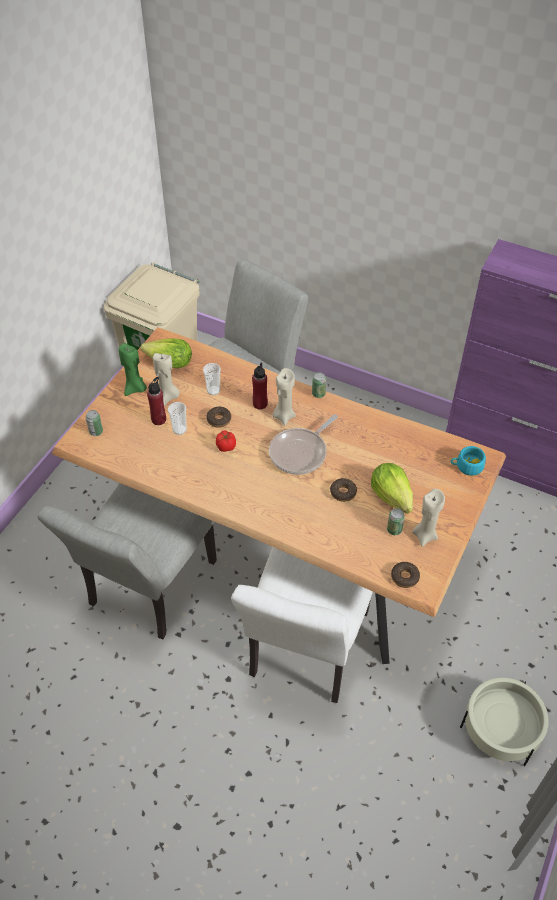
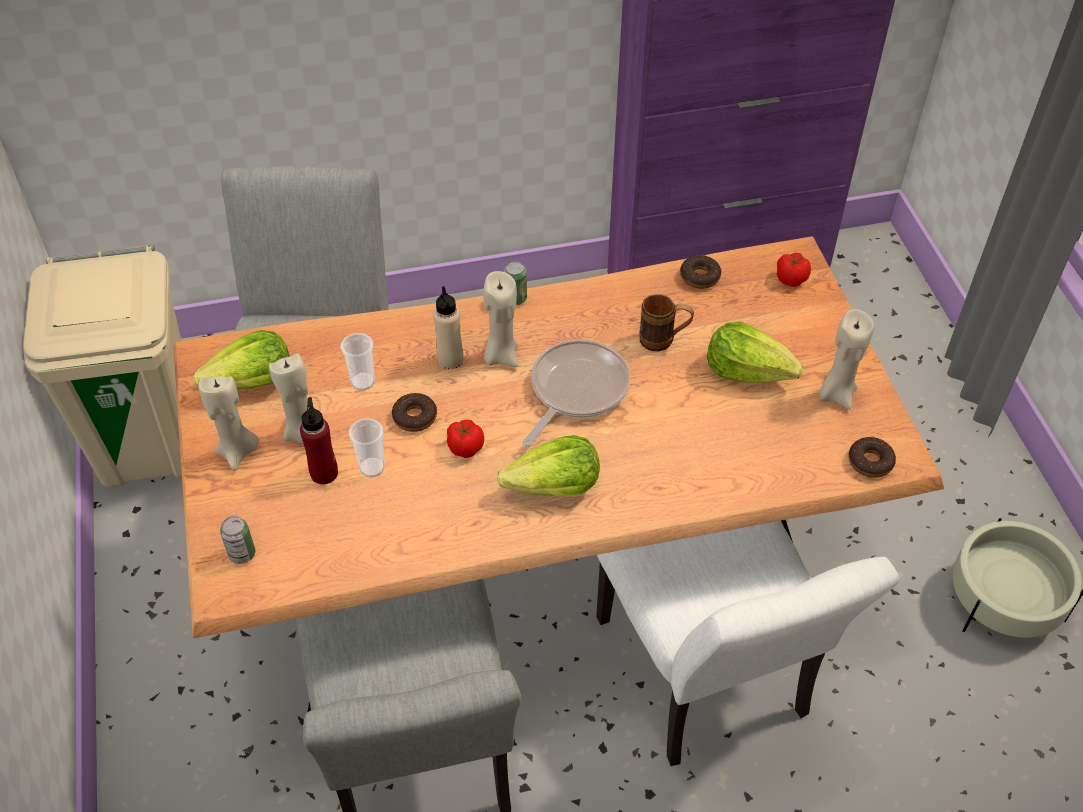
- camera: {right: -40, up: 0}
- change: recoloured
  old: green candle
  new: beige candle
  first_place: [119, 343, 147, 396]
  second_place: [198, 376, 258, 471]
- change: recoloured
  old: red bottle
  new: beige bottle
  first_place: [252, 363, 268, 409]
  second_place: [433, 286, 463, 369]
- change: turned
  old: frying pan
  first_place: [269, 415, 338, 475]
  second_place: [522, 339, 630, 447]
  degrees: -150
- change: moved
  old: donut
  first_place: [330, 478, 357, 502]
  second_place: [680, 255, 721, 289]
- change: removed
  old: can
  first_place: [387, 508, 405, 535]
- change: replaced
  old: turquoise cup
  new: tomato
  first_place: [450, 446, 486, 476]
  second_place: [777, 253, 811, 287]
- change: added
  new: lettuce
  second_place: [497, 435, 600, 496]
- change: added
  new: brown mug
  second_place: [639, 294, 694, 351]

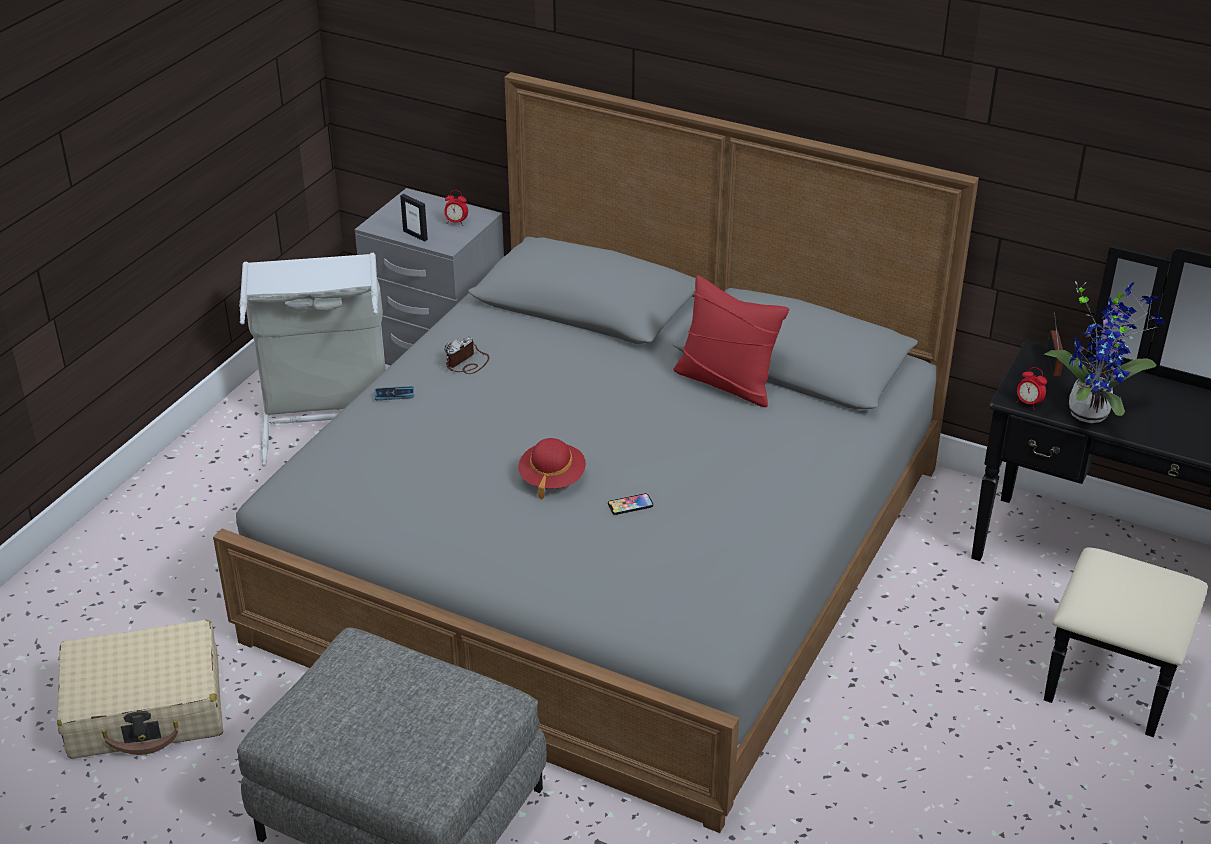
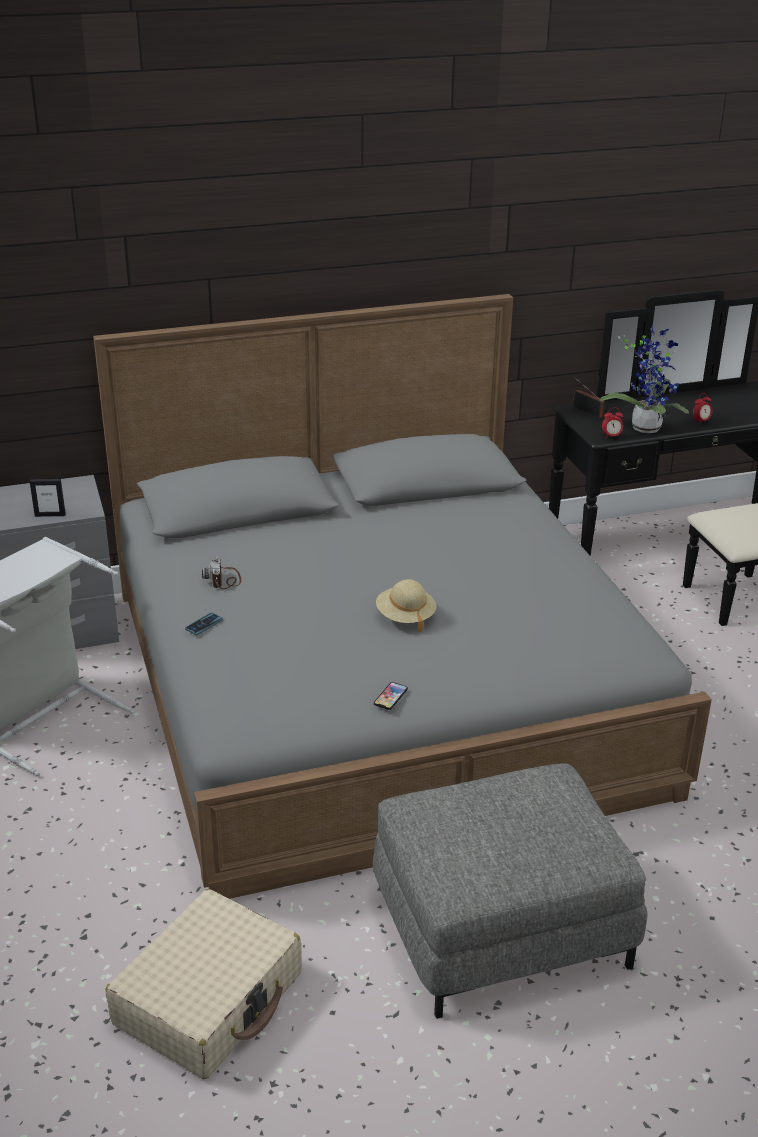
- camera: {right: -45, up: -5}
- change: moved
  old: alarm clock
  first_place: [444, 190, 468, 226]
  second_place: [693, 393, 712, 425]
- change: recoloured
  old: red hat
  new: beige hat
  first_place: [518, 438, 586, 500]
  second_place: [376, 579, 436, 632]
- change: moved
  old: phone
  first_place: [608, 493, 653, 515]
  second_place: [374, 682, 408, 710]
- change: removed
  old: red pillow
  first_place: [673, 275, 789, 407]

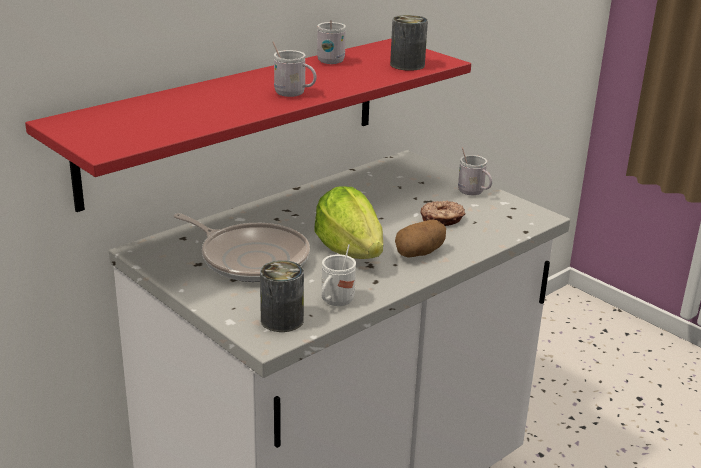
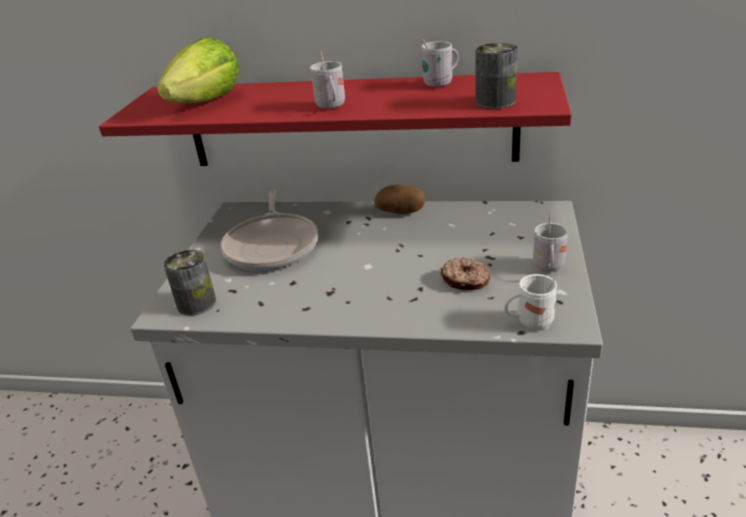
- camera: {right: 55, up: 5}
- change: moved
  old: lettuce
  first_place: [314, 186, 383, 259]
  second_place: [157, 37, 239, 103]
- change: moved
  old: white mug
  first_place: [321, 244, 356, 306]
  second_place: [504, 270, 560, 330]
- change: moved
  old: potato
  first_place: [395, 220, 446, 258]
  second_place: [374, 185, 425, 214]

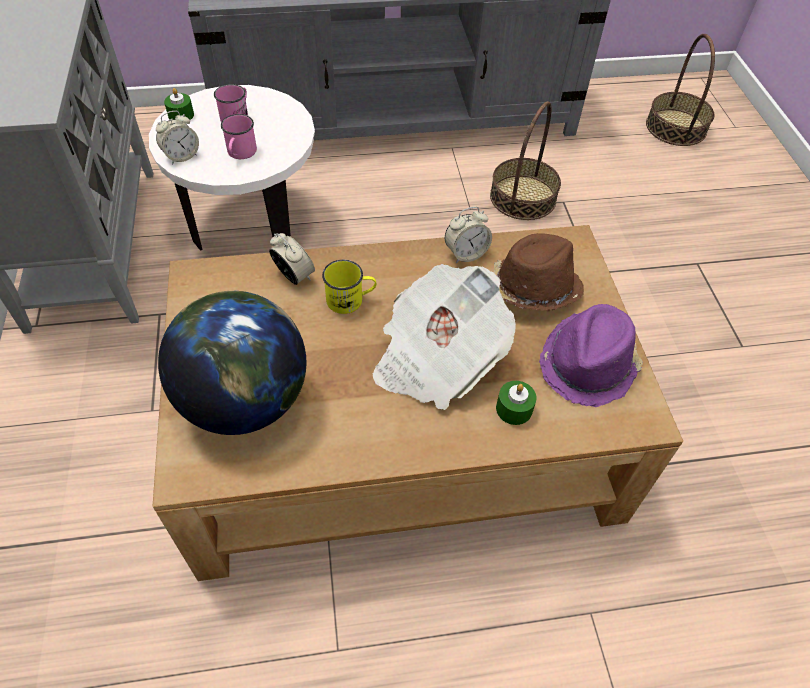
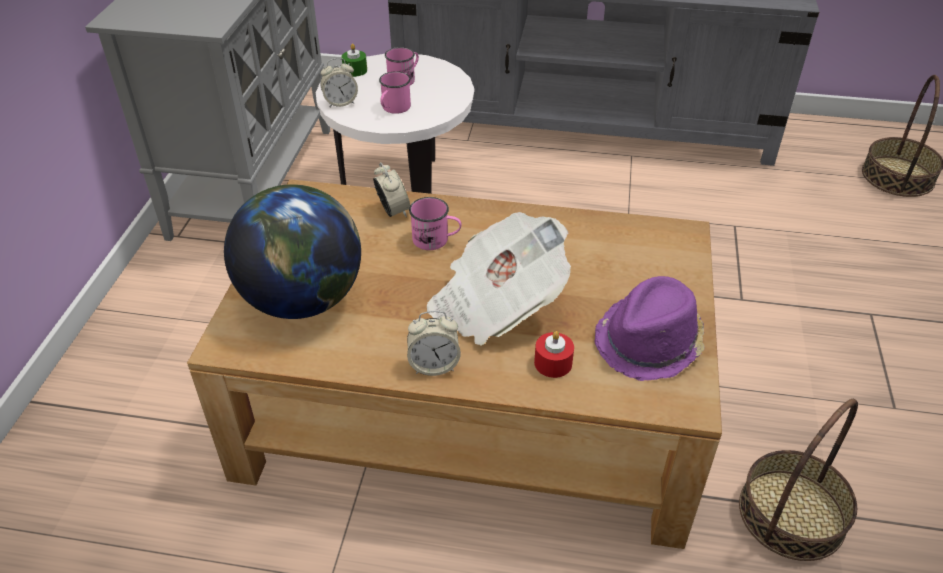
- camera: {right: 20, up: -10}
- change: recoloured
  old: yellow mug
  new: pink mug
  first_place: [322, 260, 376, 314]
  second_place: [409, 197, 462, 250]
- change: moved
  old: alarm clock
  first_place: [445, 207, 492, 263]
  second_place: [407, 311, 461, 376]
- change: moved
  old: basket
  first_place: [490, 101, 561, 220]
  second_place: [739, 399, 858, 561]
- change: removed
  old: brown hat
  first_place: [494, 233, 584, 312]
- change: recoloured
  old: green candle
  new: red candle
  first_place: [496, 381, 537, 425]
  second_place: [534, 331, 574, 378]

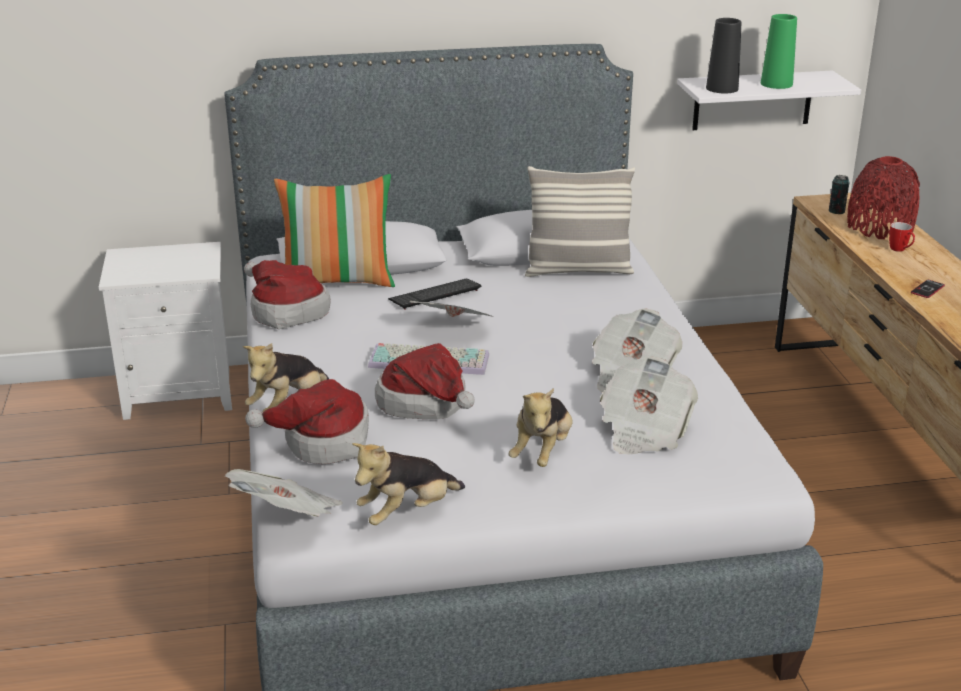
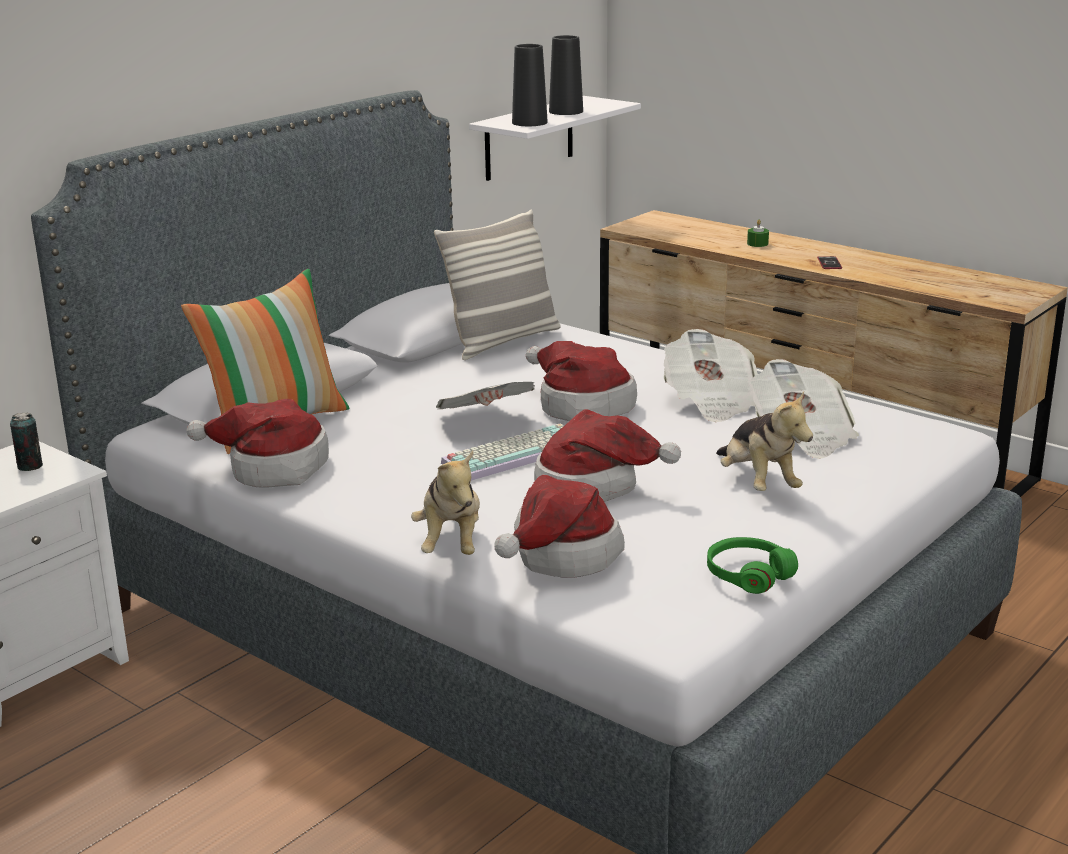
- camera: {right: -40, up: -5}
- change: removed
  old: newspaper
  first_place: [225, 469, 343, 517]
- change: replaced
  old: plush toy
  new: green headphones
  first_place: [352, 443, 465, 525]
  second_place: [707, 537, 798, 594]
- change: removed
  old: keyboard
  first_place: [388, 279, 481, 310]
- change: recoloured
  old: green vase
  new: black vase
  first_place: [761, 14, 797, 89]
  second_place: [549, 35, 583, 115]
- change: moved
  old: can
  first_place: [829, 175, 849, 214]
  second_place: [10, 412, 43, 471]
- change: removed
  old: red vase
  first_place: [847, 156, 920, 239]
- change: replaced
  old: mug
  new: green candle
  first_place: [889, 222, 915, 252]
  second_place: [747, 219, 769, 247]
- change: added
  new: hat
  second_place: [526, 341, 637, 421]

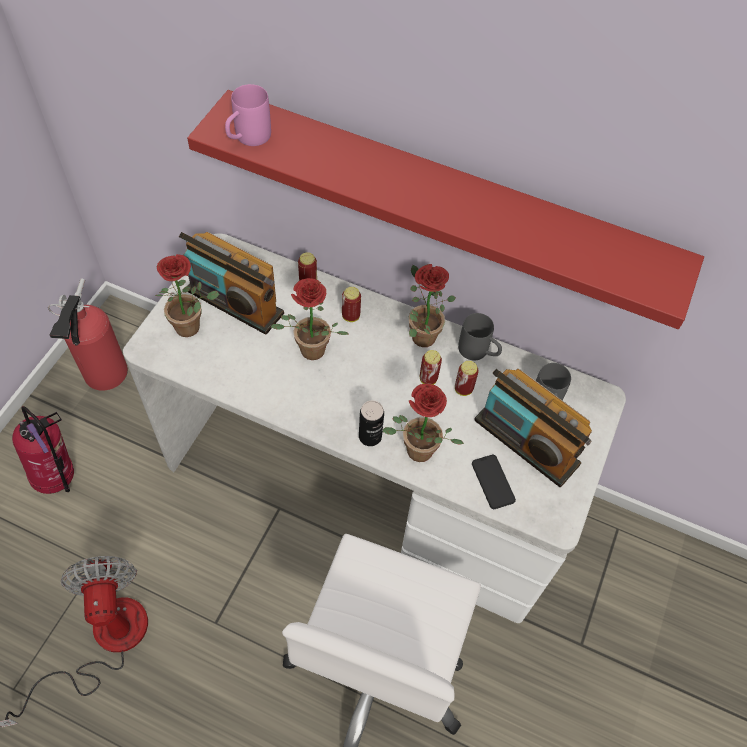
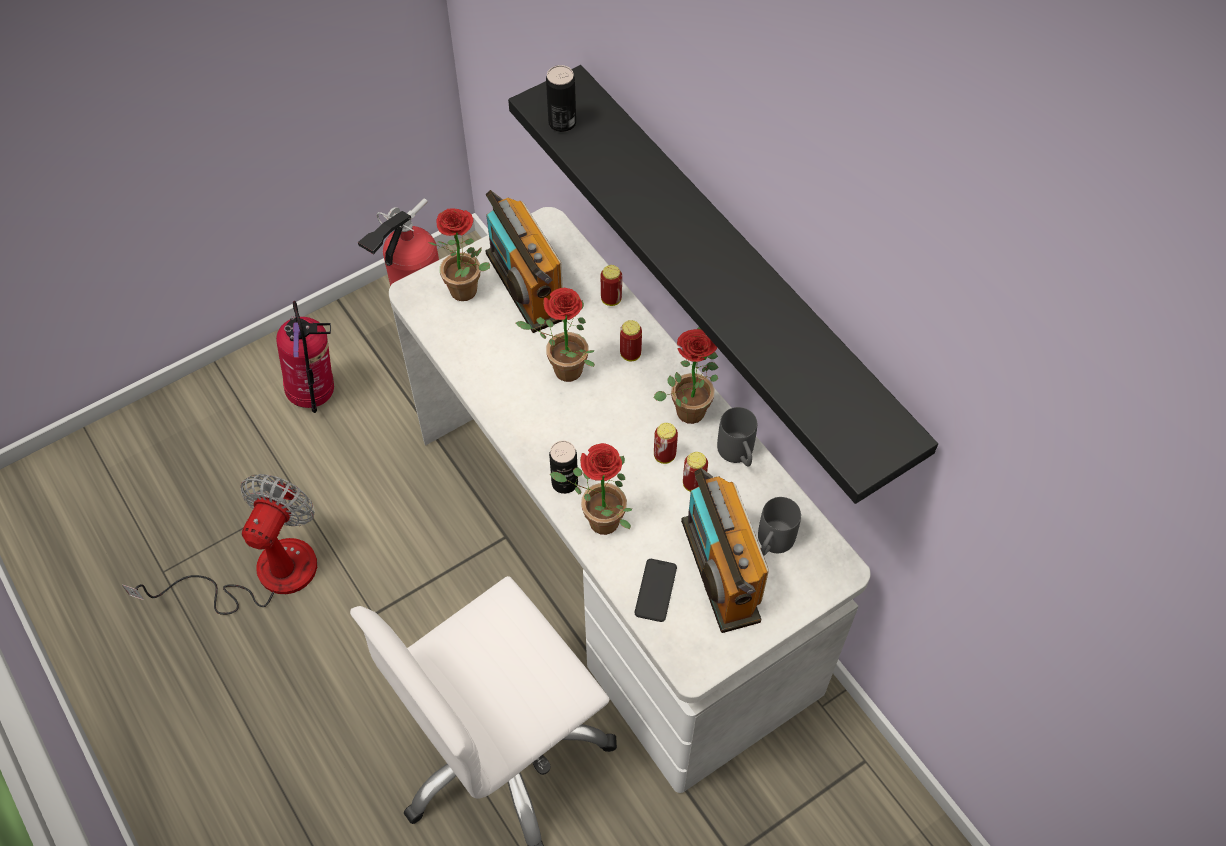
- camera: {right: 35, up: 0}
- change: recoloured
  old: red shelf
  new: black shelf
  first_place: [187, 90, 704, 329]
  second_place: [508, 65, 938, 504]
- change: replaced
  old: pink mug
  new: can
  first_place: [225, 84, 271, 146]
  second_place: [546, 65, 576, 132]

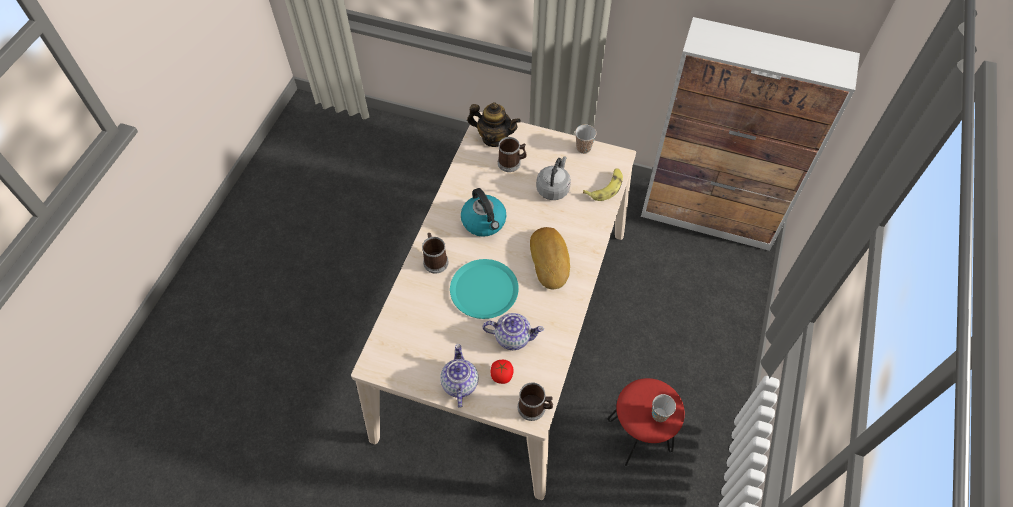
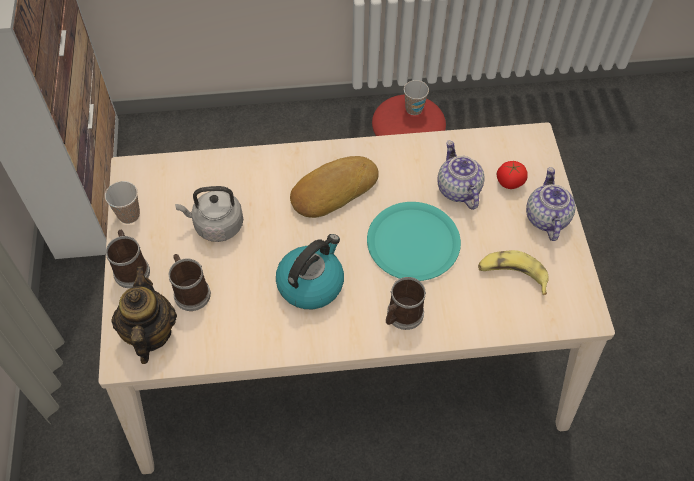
- camera: {right: -115, up: 0}
- change: turned
  old: teapot
  first_place: [440, 344, 478, 408]
  second_place: [526, 167, 576, 241]
  degrees: 120
- change: moved
  old: mug
  first_place: [518, 382, 553, 421]
  second_place: [106, 230, 150, 288]
- change: moved
  old: banana
  first_place: [583, 168, 623, 201]
  second_place: [478, 250, 549, 295]

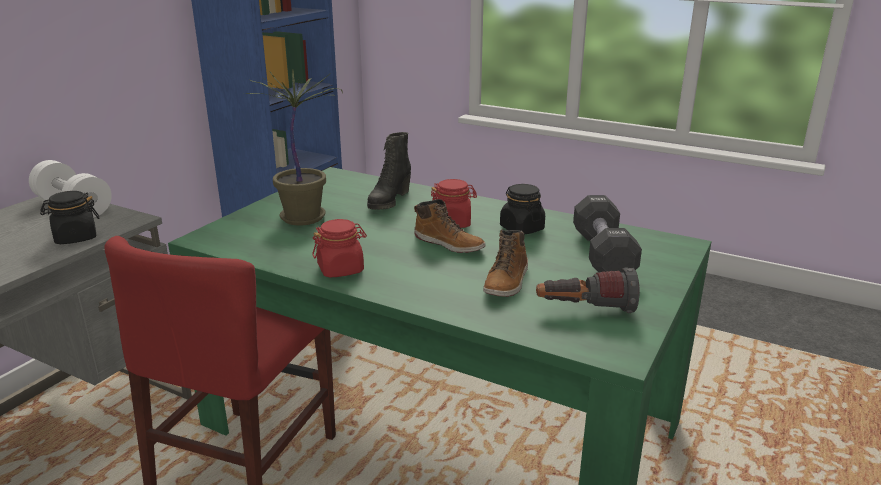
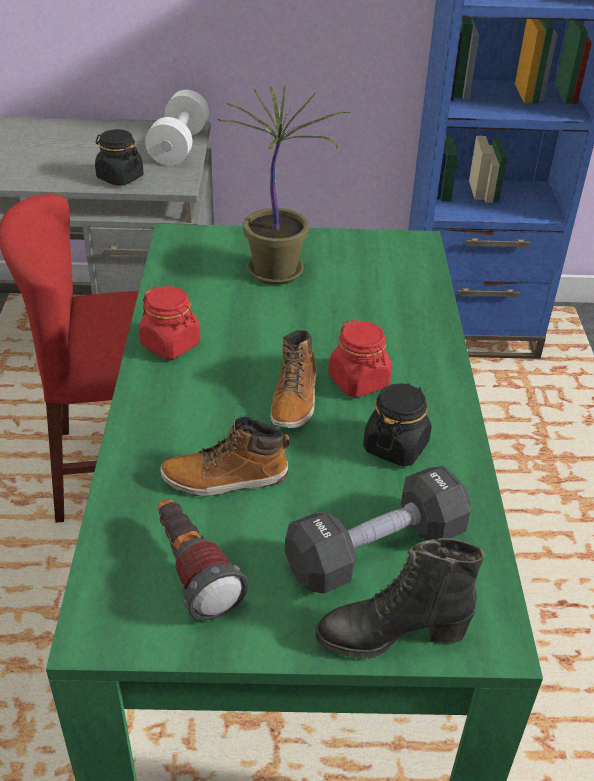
- camera: {right: 60, up: 15}
- change: moved
  old: black boot
  first_place: [367, 132, 411, 210]
  second_place: [316, 538, 485, 659]

